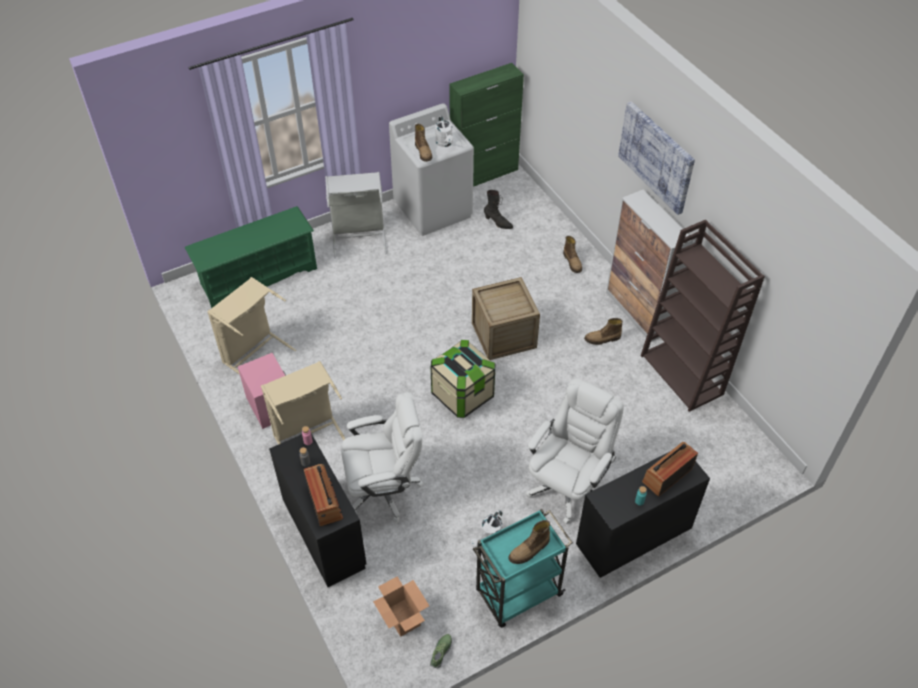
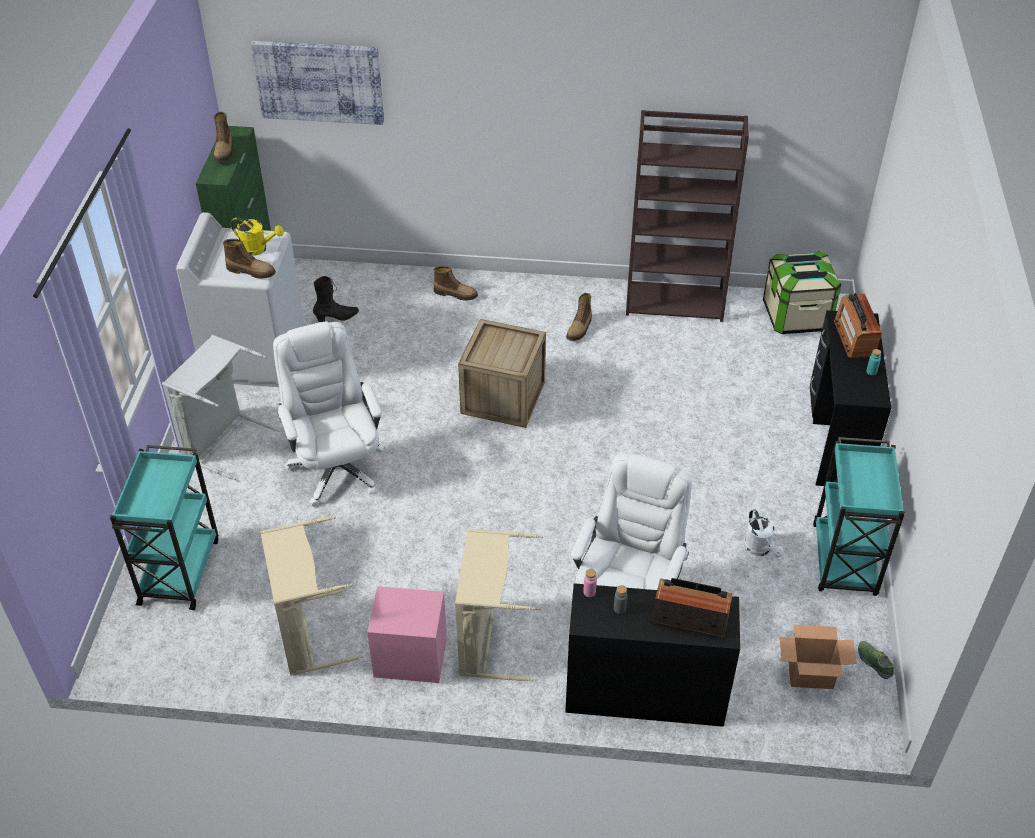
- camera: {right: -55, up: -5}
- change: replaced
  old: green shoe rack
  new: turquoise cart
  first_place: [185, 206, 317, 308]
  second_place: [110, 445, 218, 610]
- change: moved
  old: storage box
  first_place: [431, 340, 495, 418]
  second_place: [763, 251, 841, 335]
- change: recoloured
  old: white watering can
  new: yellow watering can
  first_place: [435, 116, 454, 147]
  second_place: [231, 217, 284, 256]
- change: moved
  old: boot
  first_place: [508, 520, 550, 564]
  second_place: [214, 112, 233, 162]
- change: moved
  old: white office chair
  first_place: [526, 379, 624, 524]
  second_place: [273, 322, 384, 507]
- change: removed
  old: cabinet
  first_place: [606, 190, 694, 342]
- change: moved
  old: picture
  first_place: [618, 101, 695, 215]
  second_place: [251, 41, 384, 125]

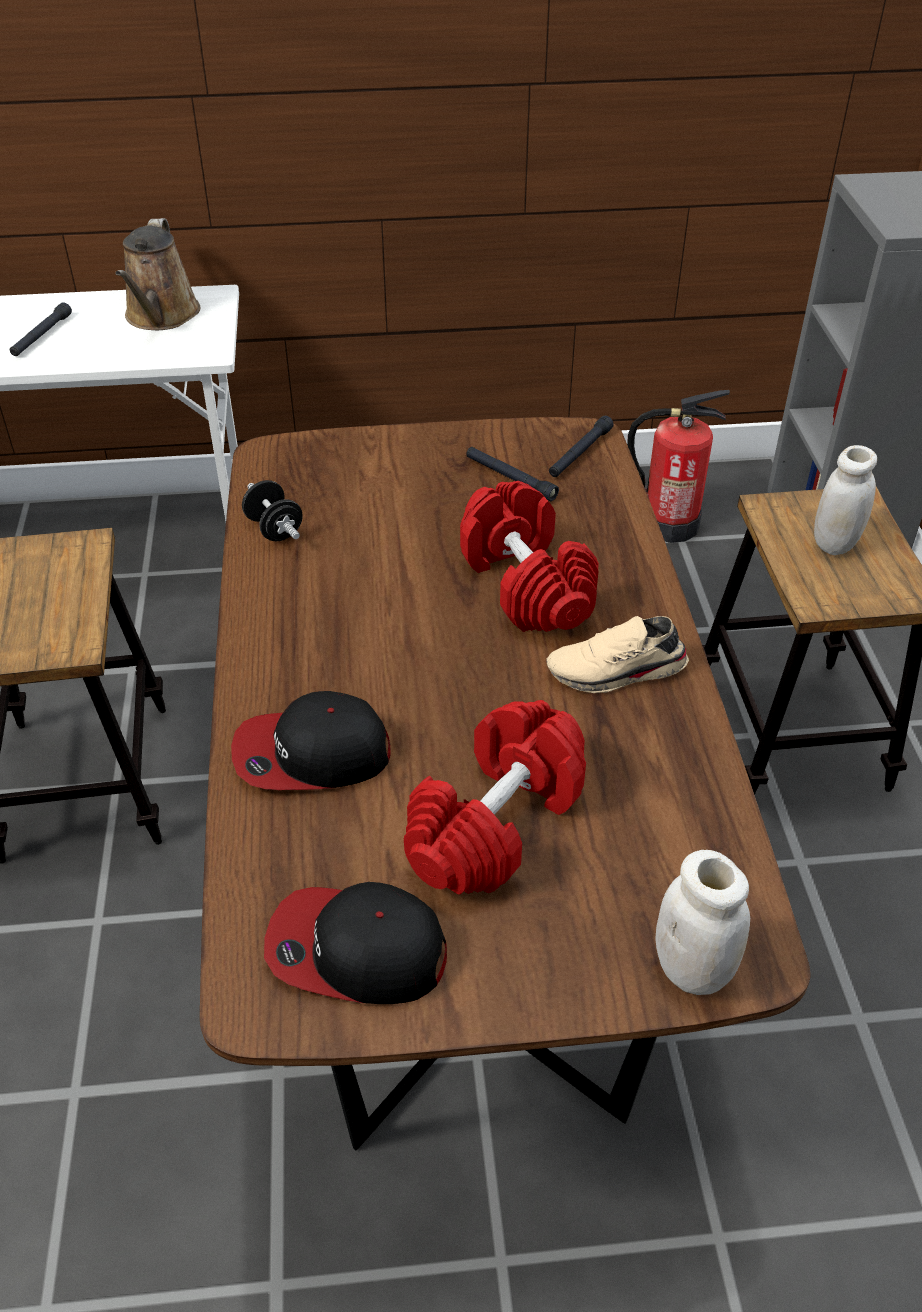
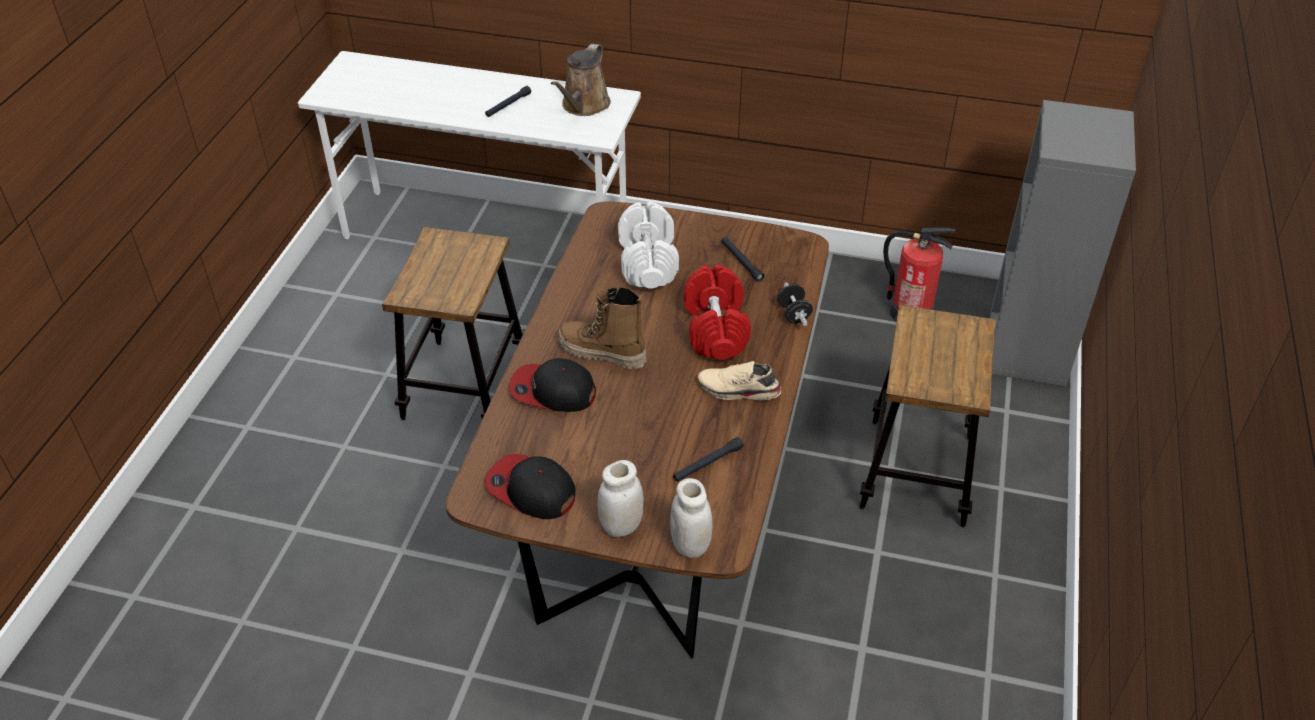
- camera: {right: 20, up: 0}
- change: moved
  old: black dumbbell
  first_place: [242, 480, 303, 541]
  second_place: [777, 282, 813, 326]
- change: removed
  old: red dumbbell
  first_place: [404, 700, 586, 895]
- change: moved
  old: black flashlight
  first_place: [549, 416, 614, 477]
  second_place: [673, 437, 744, 481]
- change: moved
  old: white jar
  first_place: [814, 445, 877, 555]
  second_place: [597, 460, 644, 537]
- change: added
  new: boot
  second_place: [558, 287, 646, 369]
- change: added
  new: white dumbbell
  second_place: [618, 202, 679, 289]

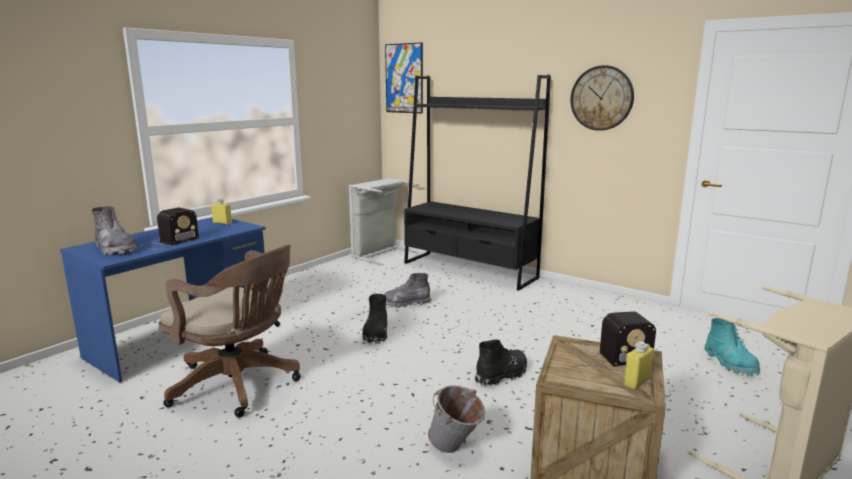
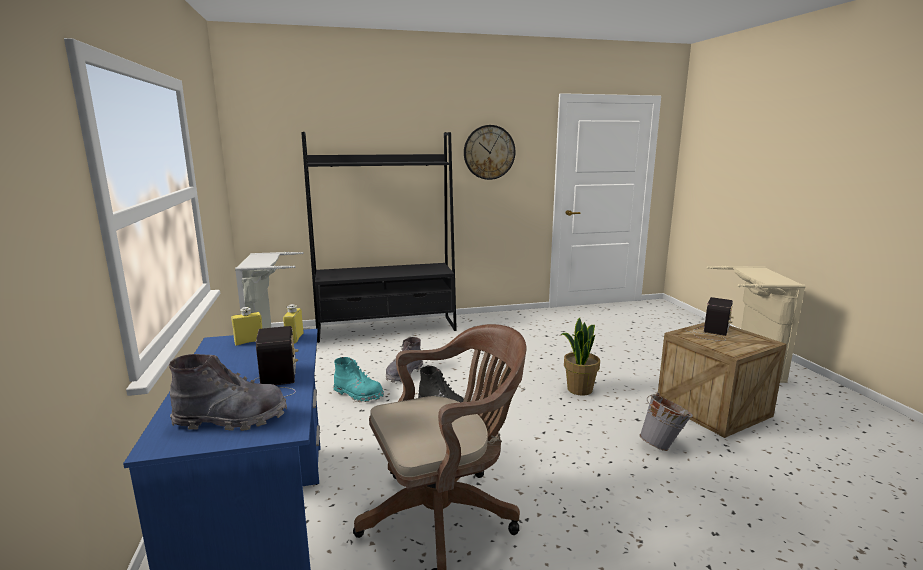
- camera: {right: -50, up: 0}
- change: removed
  old: picture
  first_place: [385, 42, 423, 114]
- change: replaced
  old: black boot
  new: potted plant
  first_place: [475, 340, 527, 386]
  second_place: [560, 318, 600, 396]
- change: moved
  old: yellow bottle
  first_place: [624, 341, 654, 389]
  second_place: [283, 304, 304, 344]
- change: moved
  old: turquoise boot
  first_place: [704, 318, 760, 376]
  second_place: [333, 357, 384, 402]

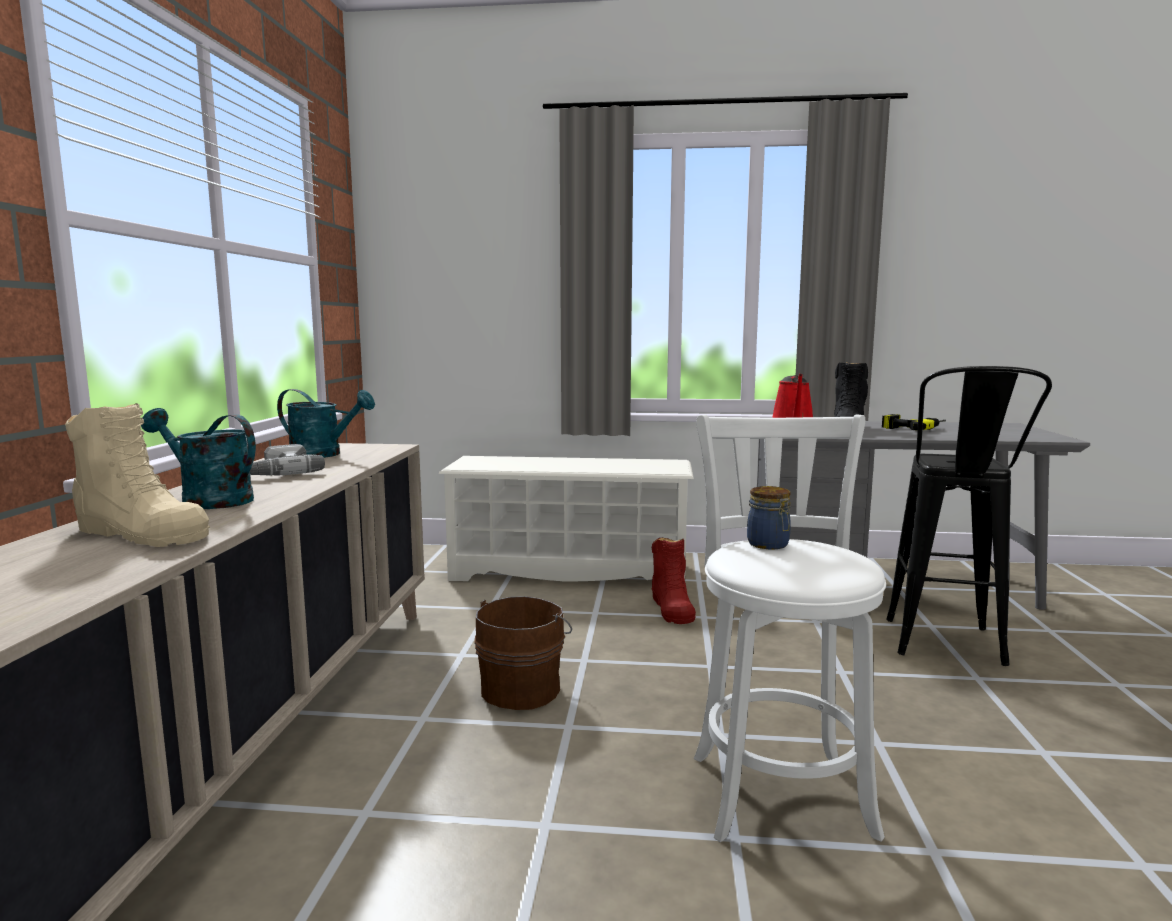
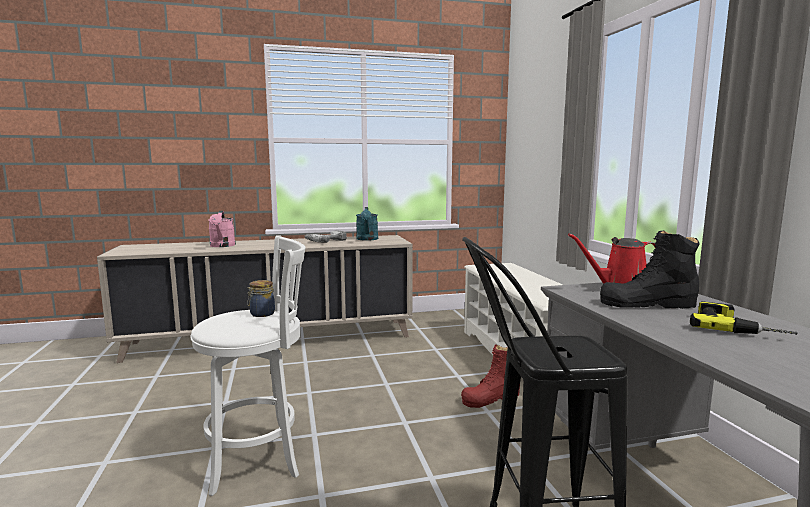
- camera: {right: 70, up: 0}
- change: replaced
  old: beige boot
  new: pink watering can
  first_place: [65, 403, 210, 547]
  second_place: [208, 211, 236, 247]
- change: removed
  old: turquoise watering can
  first_place: [141, 408, 256, 509]
- change: removed
  old: brown bucket
  first_place: [474, 596, 572, 710]

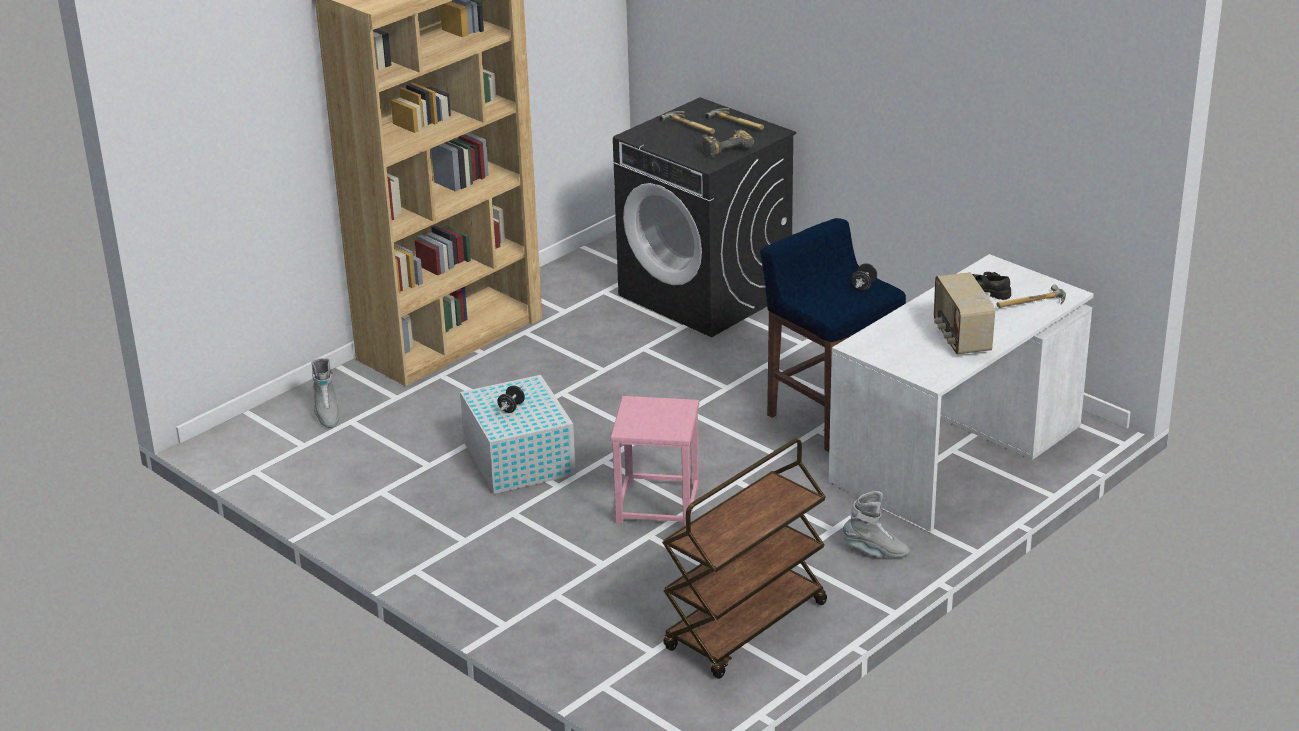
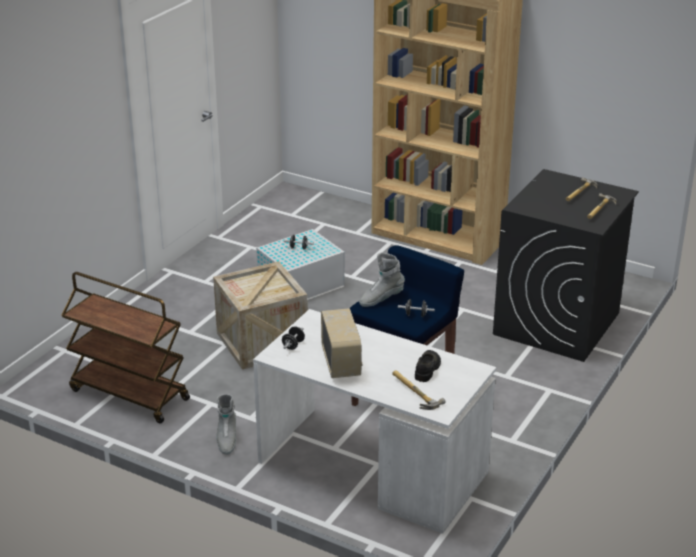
- camera: {right: 75, up: 0}
- change: moved
  old: grey boot
  first_place: [311, 358, 339, 428]
  second_place: [359, 252, 405, 307]
- change: replaced
  old: pink stool
  new: crate
  first_place: [611, 396, 699, 527]
  second_place: [213, 261, 308, 370]
- change: removed
  old: power drill
  first_place: [701, 130, 754, 158]
- change: turned
  old: radio
  first_place: [934, 272, 995, 354]
  second_place: [321, 308, 362, 378]
  degrees: 105
- change: added
  new: black dumbbell
  second_place: [282, 326, 305, 350]

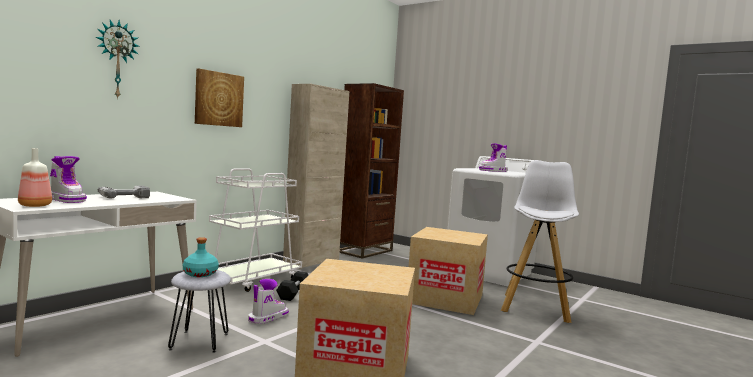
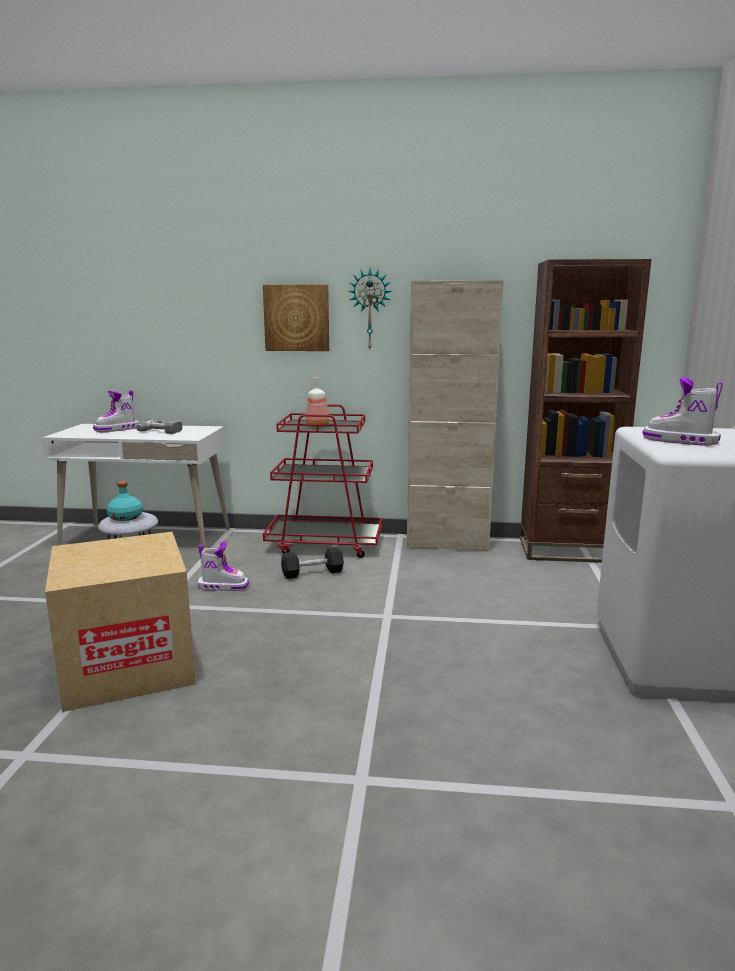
- camera: {right: 60, up: 10}
- change: moved
  old: bottle
  first_place: [18, 148, 52, 207]
  second_place: [306, 377, 329, 427]
- change: turned
  old: boot
  first_place: [50, 156, 87, 203]
  second_place: [93, 390, 139, 432]
  degrees: 45
- change: moved
  old: wall clock
  first_place: [96, 20, 139, 99]
  second_place: [348, 268, 392, 350]
- change: recoloured
  old: white cart
  new: red cart
  first_place: [209, 168, 302, 292]
  second_place: [263, 404, 382, 558]
- change: removed
  old: cardboard box
  first_place: [409, 227, 488, 315]
- change: removed
  old: white stool
  first_place: [501, 160, 579, 323]

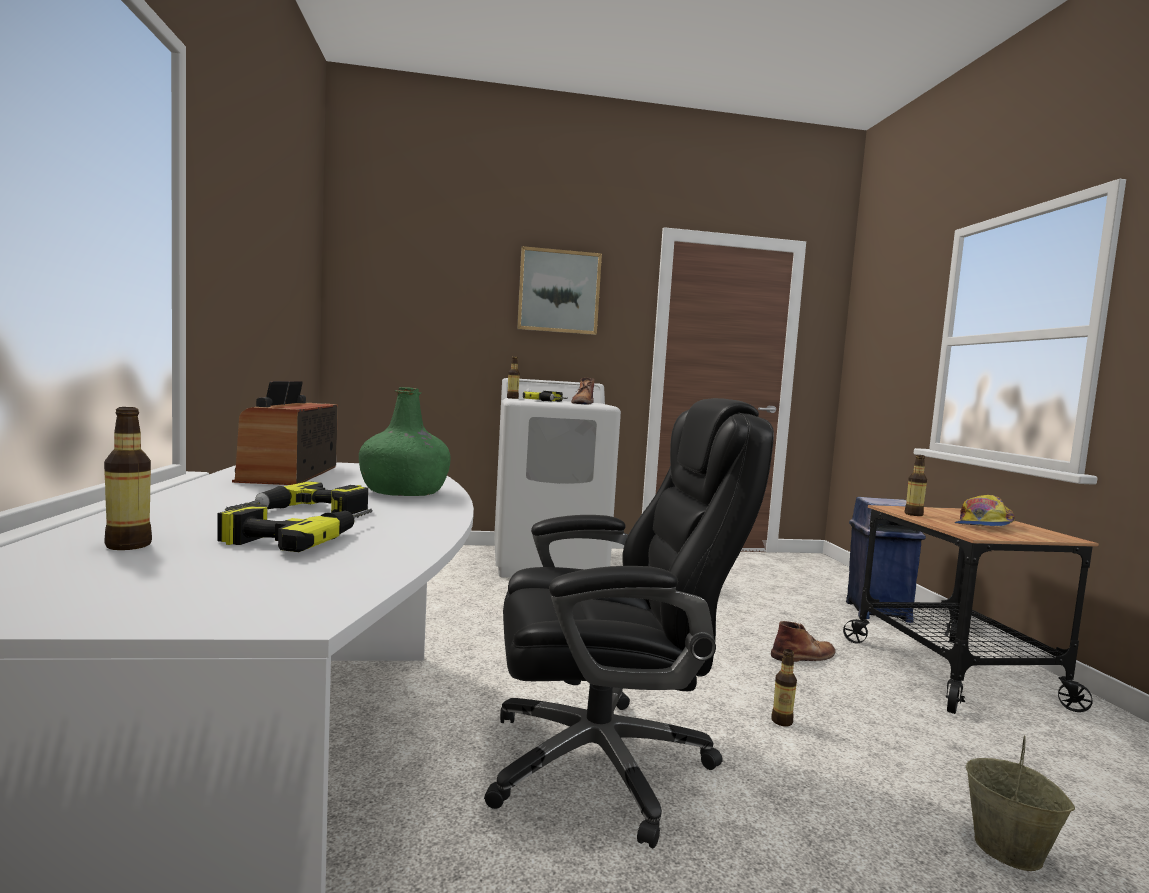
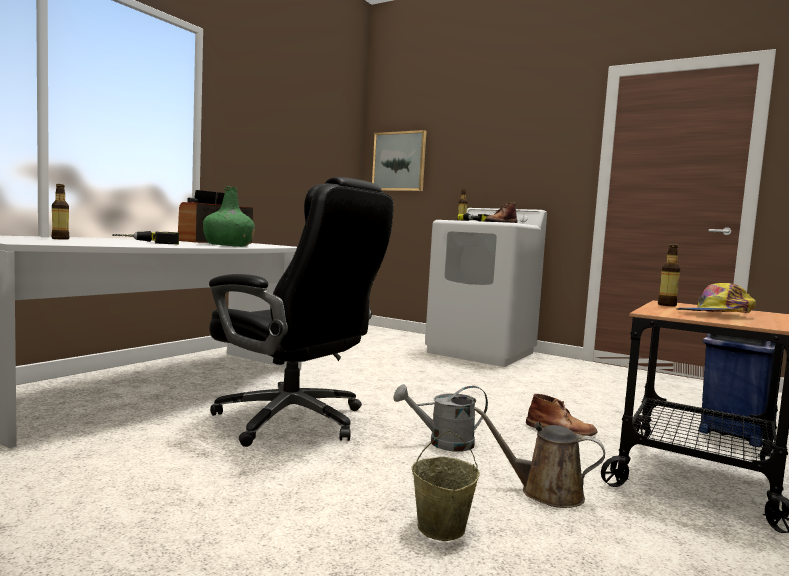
- camera: {right: 40, up: 0}
- change: removed
  old: power drill
  first_place: [217, 504, 372, 552]
- change: moved
  old: picture
  first_place: [517, 246, 602, 335]
  second_place: [372, 130, 426, 191]
- change: replaced
  old: bottle
  new: grey watering can
  first_place: [771, 649, 797, 727]
  second_place: [393, 384, 488, 451]
- change: added
  new: brown watering can
  second_place: [474, 407, 605, 508]

